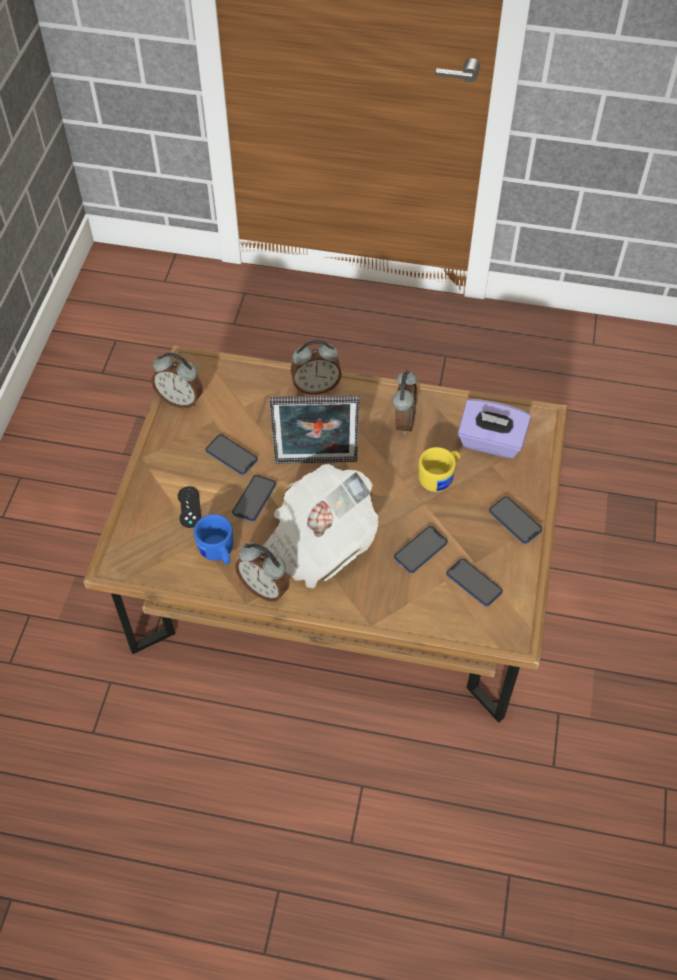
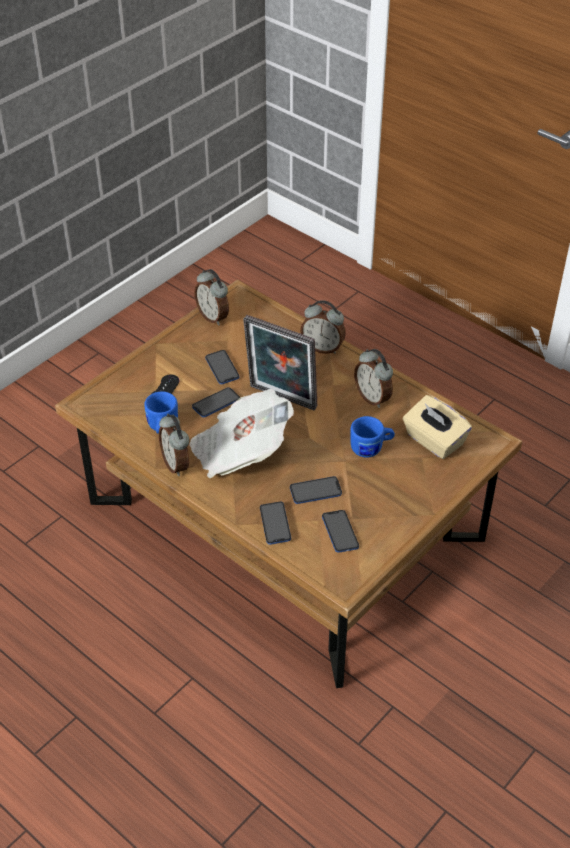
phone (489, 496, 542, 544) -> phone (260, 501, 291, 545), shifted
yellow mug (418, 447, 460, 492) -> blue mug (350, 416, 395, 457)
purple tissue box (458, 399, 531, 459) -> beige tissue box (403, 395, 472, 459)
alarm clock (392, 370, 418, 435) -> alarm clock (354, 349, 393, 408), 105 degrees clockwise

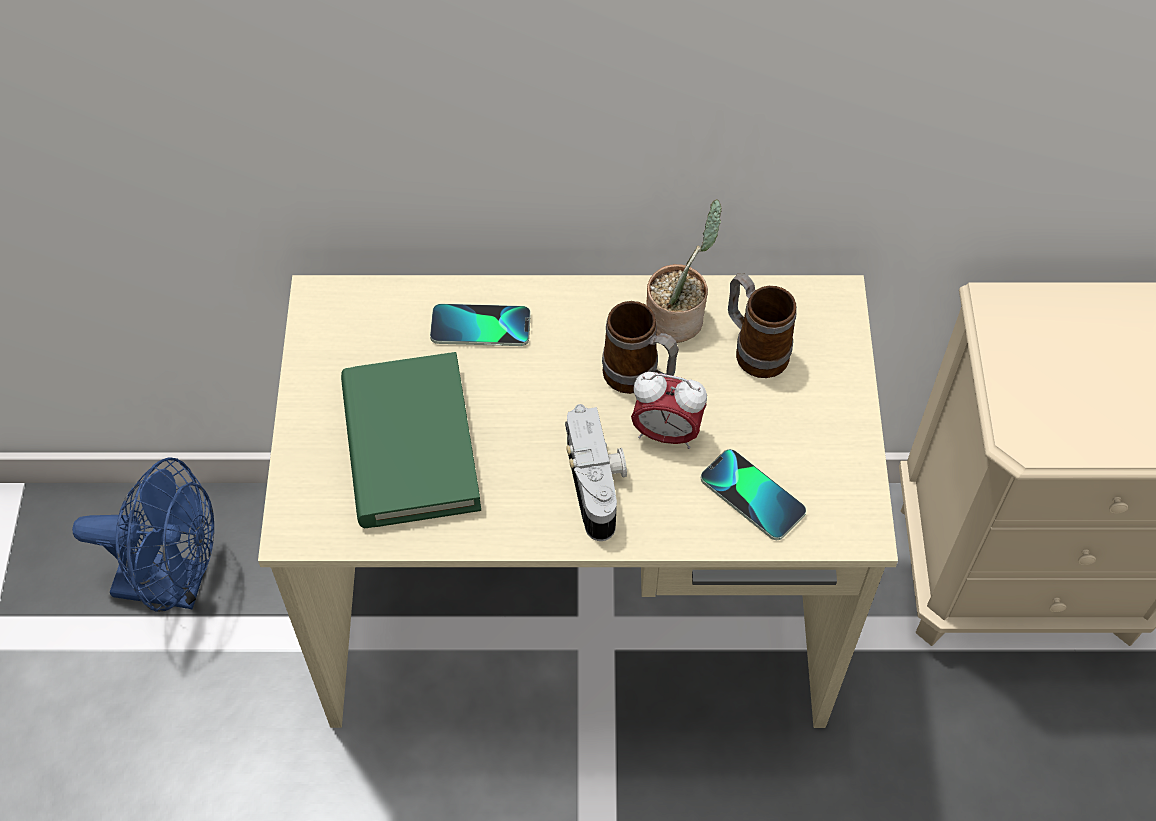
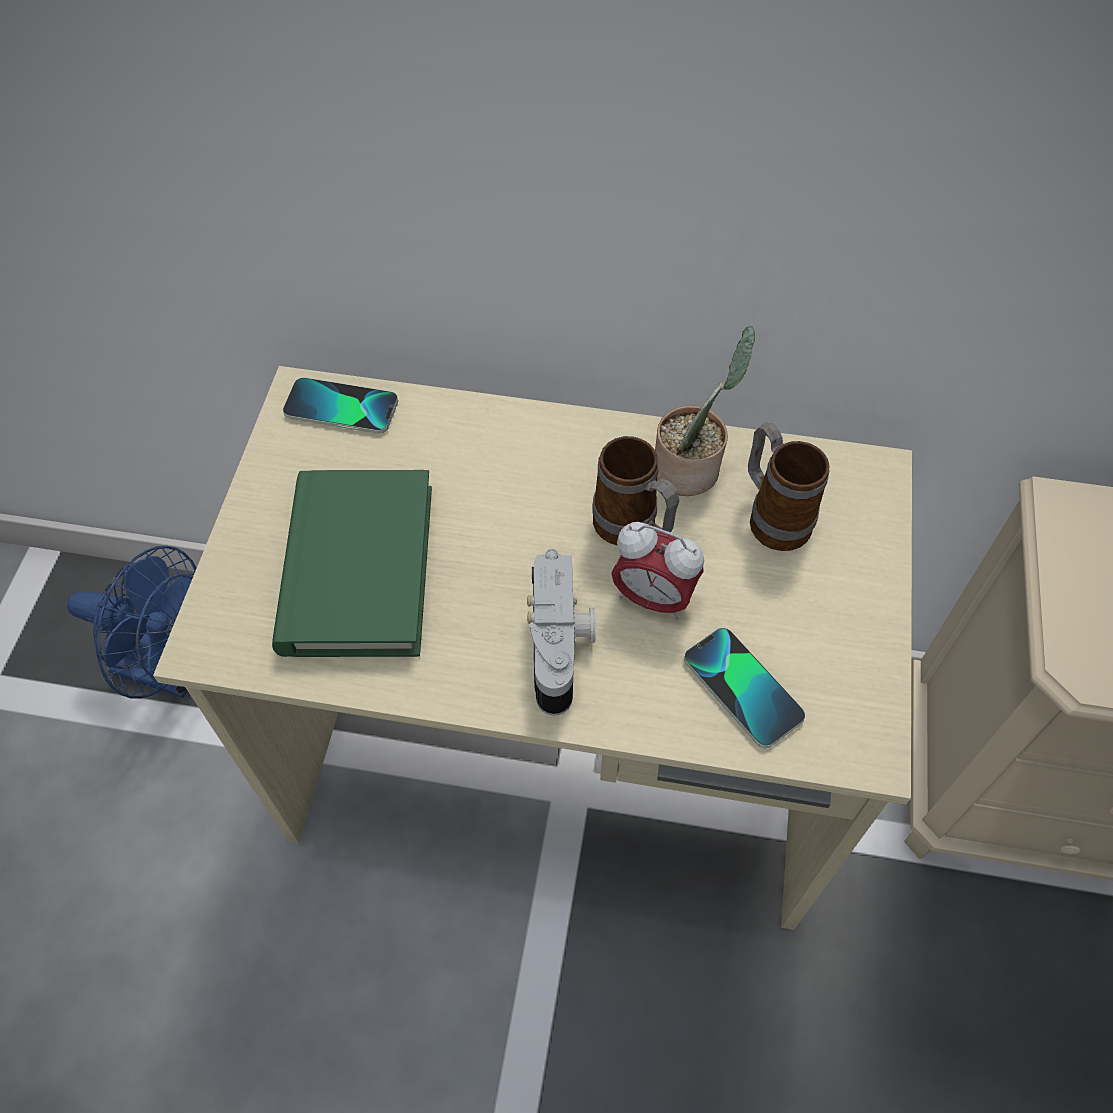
phone (430, 304, 531, 346) -> phone (283, 377, 398, 434), shifted

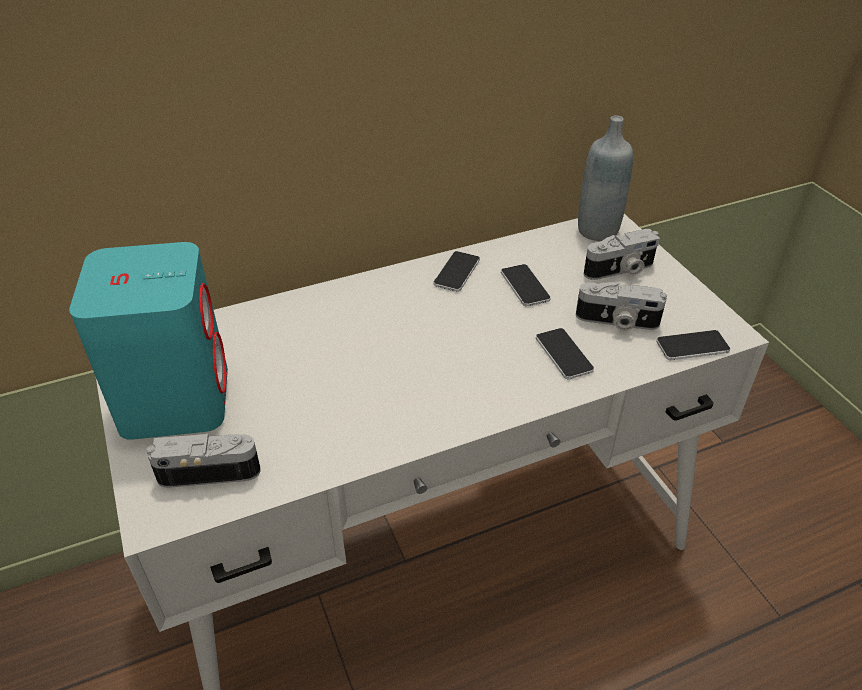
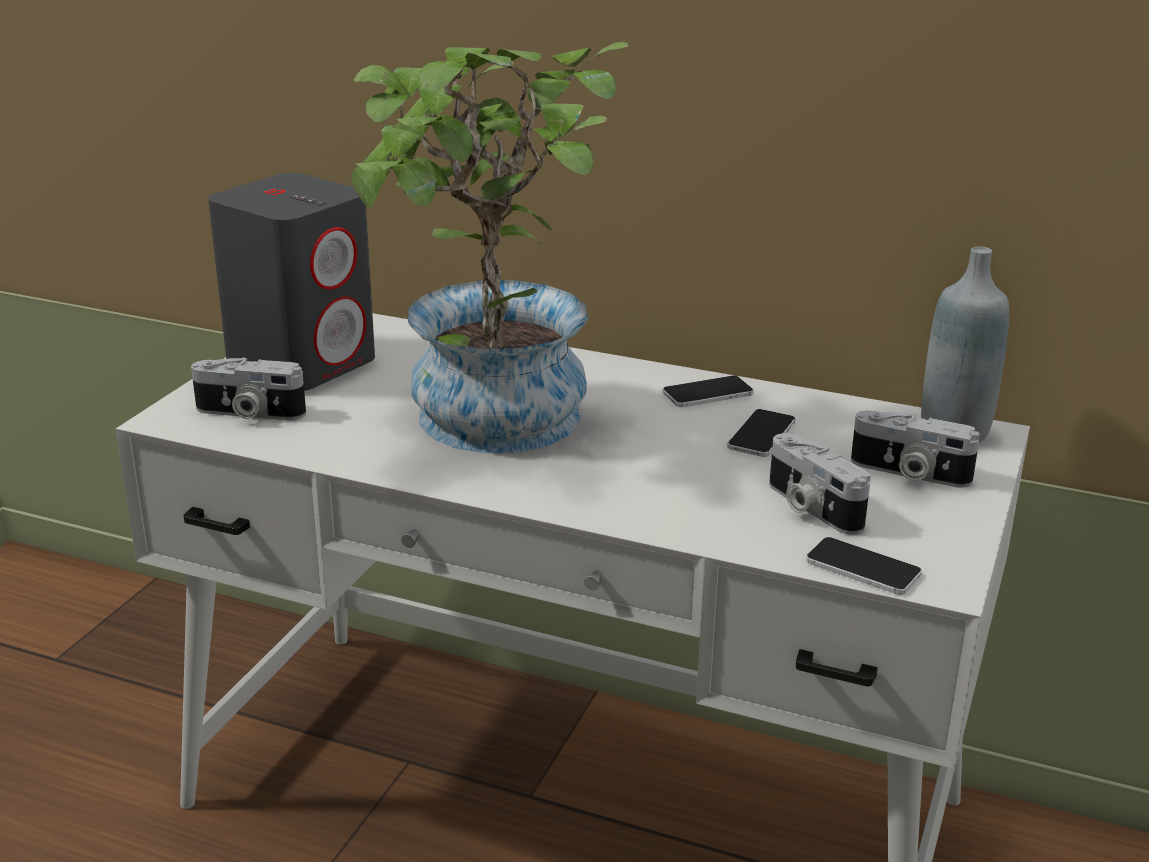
phone (536, 328, 594, 379) -> none
none -> potted plant (351, 42, 628, 453)
turquoise speaker (69, 242, 228, 440) -> grey speaker (208, 173, 375, 391)
photo camera (146, 434, 261, 488) -> photo camera (191, 357, 306, 420), 150 degrees clockwise

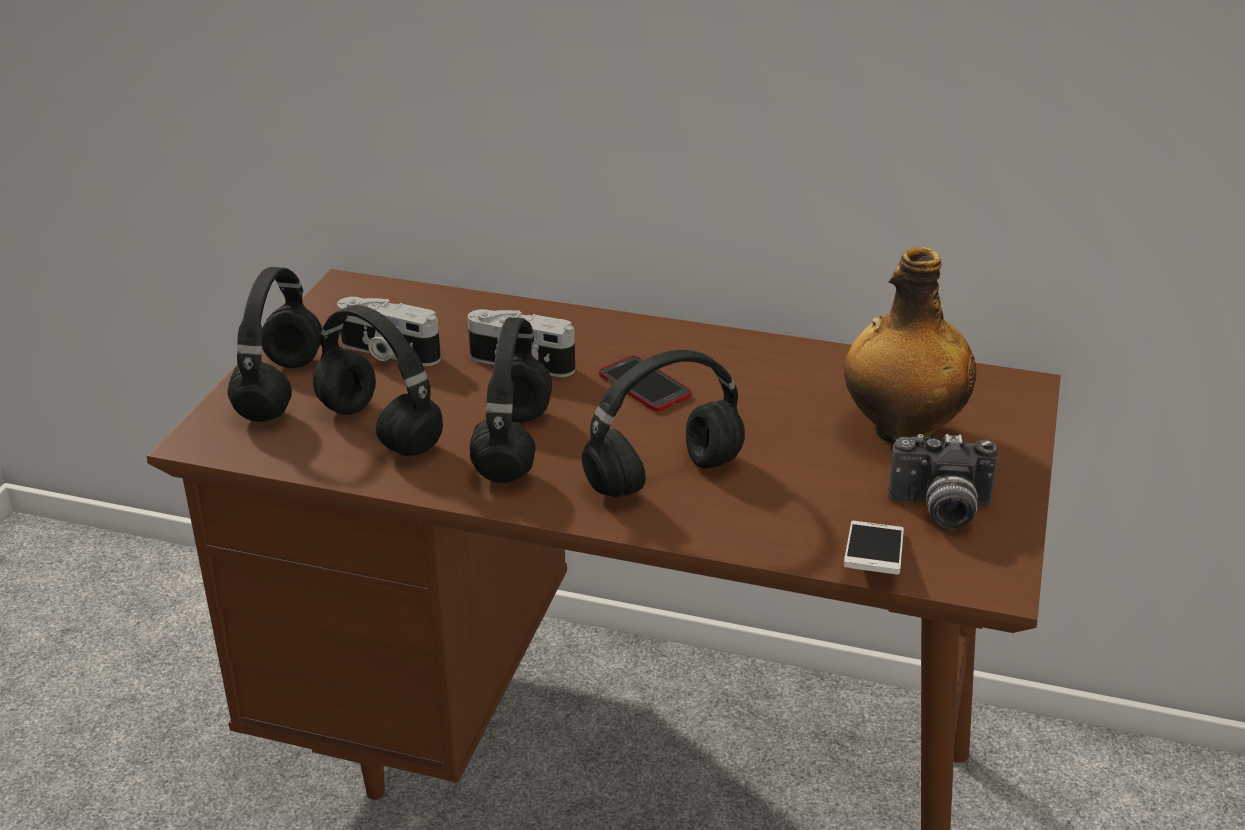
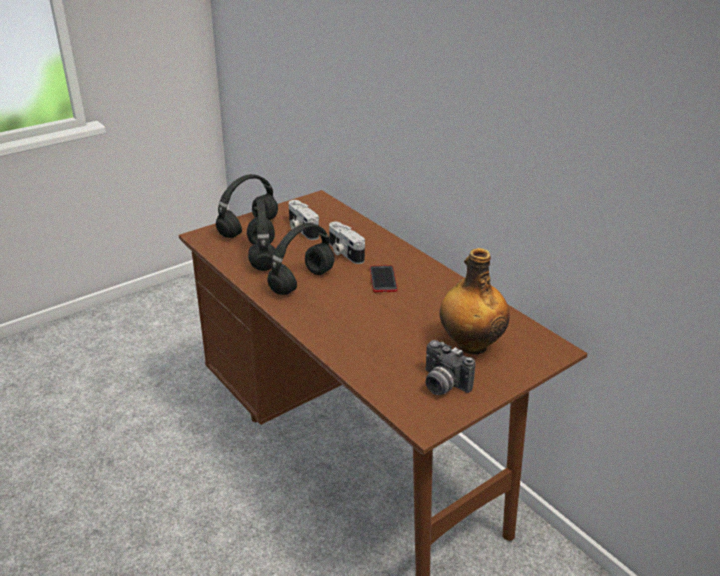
black headphones (582, 350, 745, 497) -> none
phone (844, 521, 904, 575) -> none

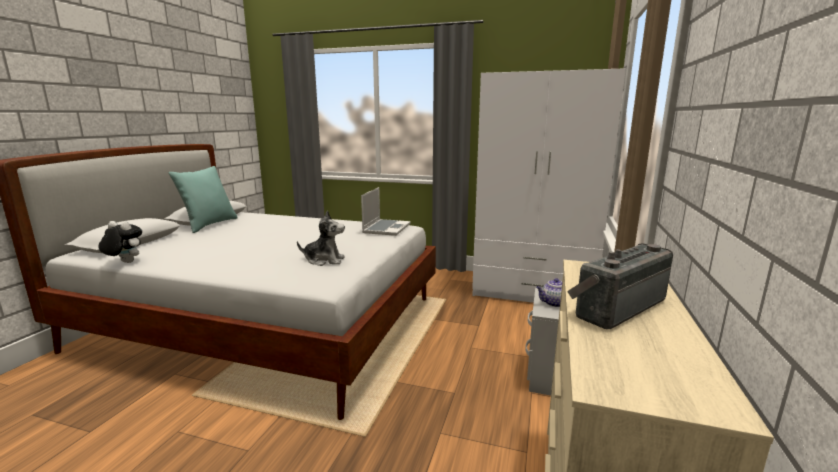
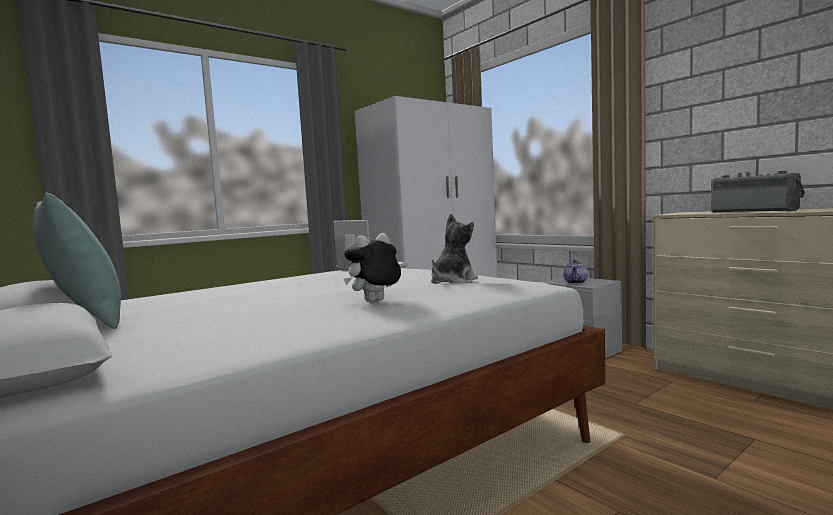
plush toy (98, 221, 142, 263) -> plush toy (344, 233, 401, 302), shifted
radio (567, 243, 673, 329) -> radio (711, 171, 805, 213), 150 degrees clockwise

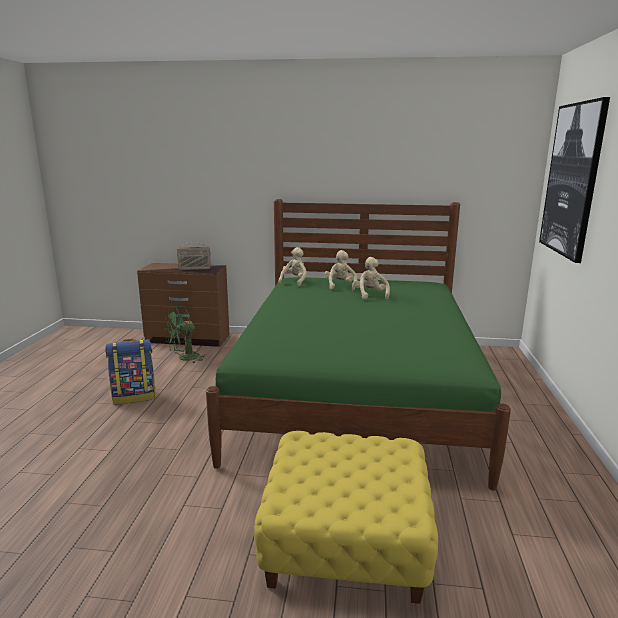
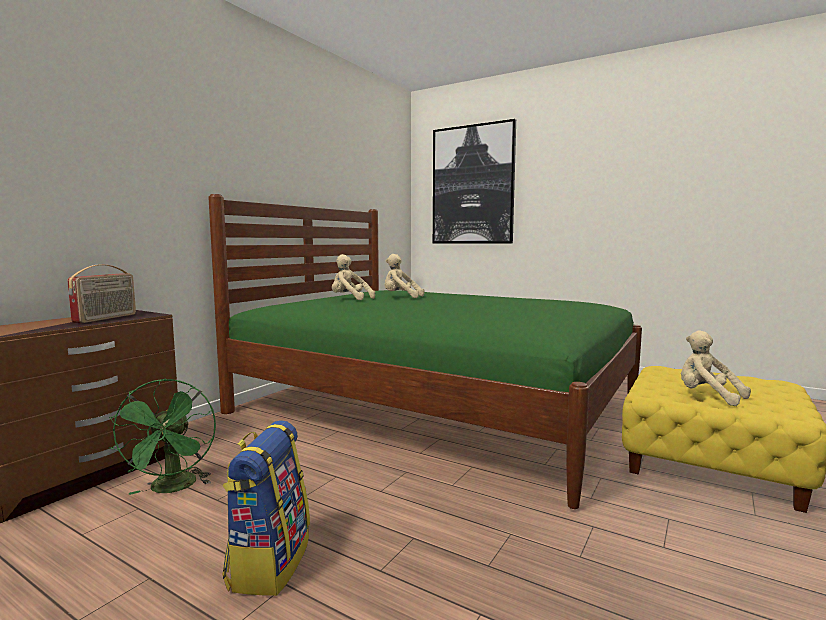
beige plush toy (278, 247, 307, 287) -> beige plush toy (681, 330, 751, 406), shifted

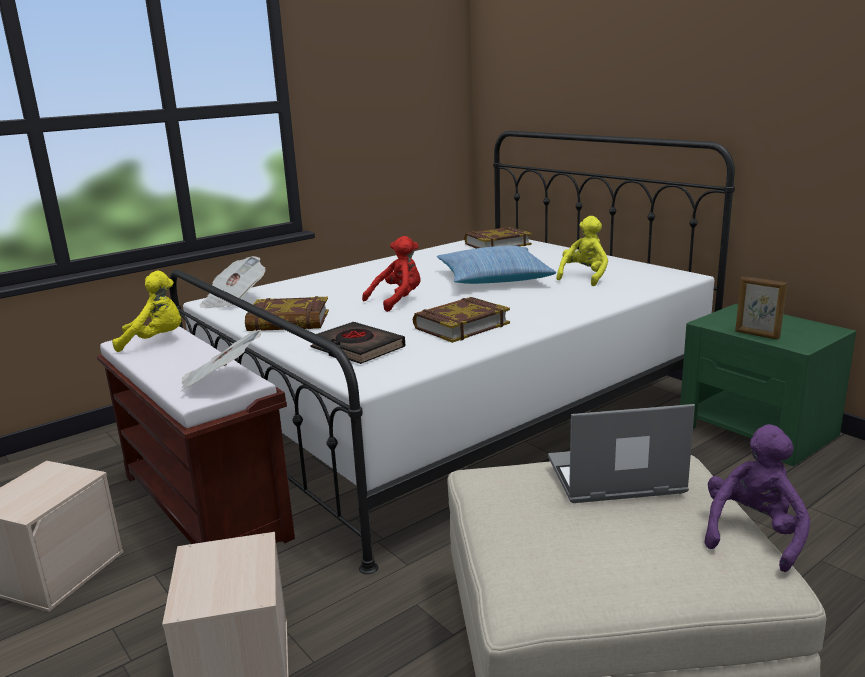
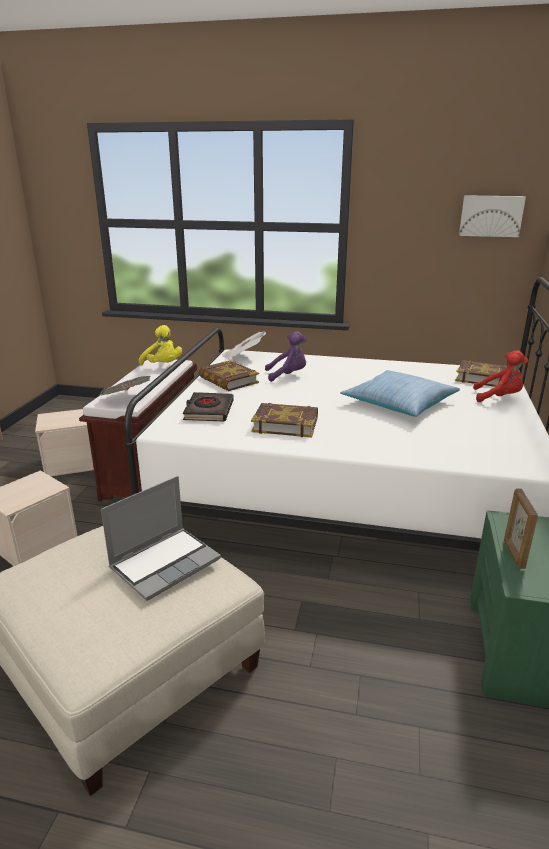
yellow plush toy (556, 216, 608, 286) -> none
none -> picture (459, 195, 526, 237)
red plush toy (362, 236, 421, 312) -> red plush toy (473, 350, 528, 402), shifted
purple plush toy (704, 424, 810, 572) -> purple plush toy (265, 331, 307, 382), shifted
laptop (548, 404, 695, 503) -> laptop (101, 476, 221, 601), 90 degrees clockwise

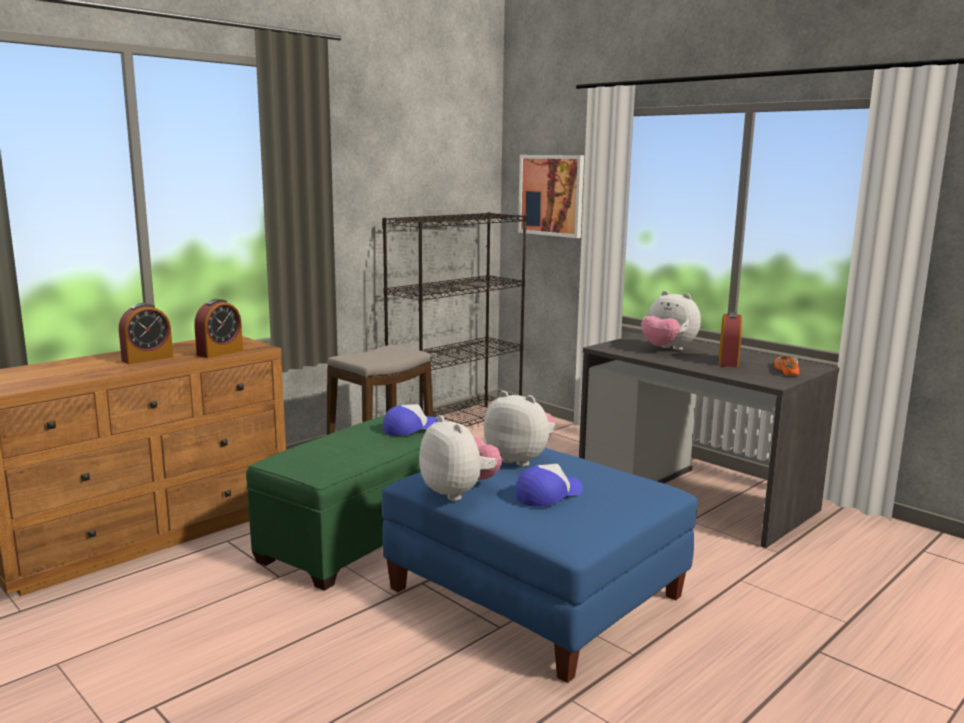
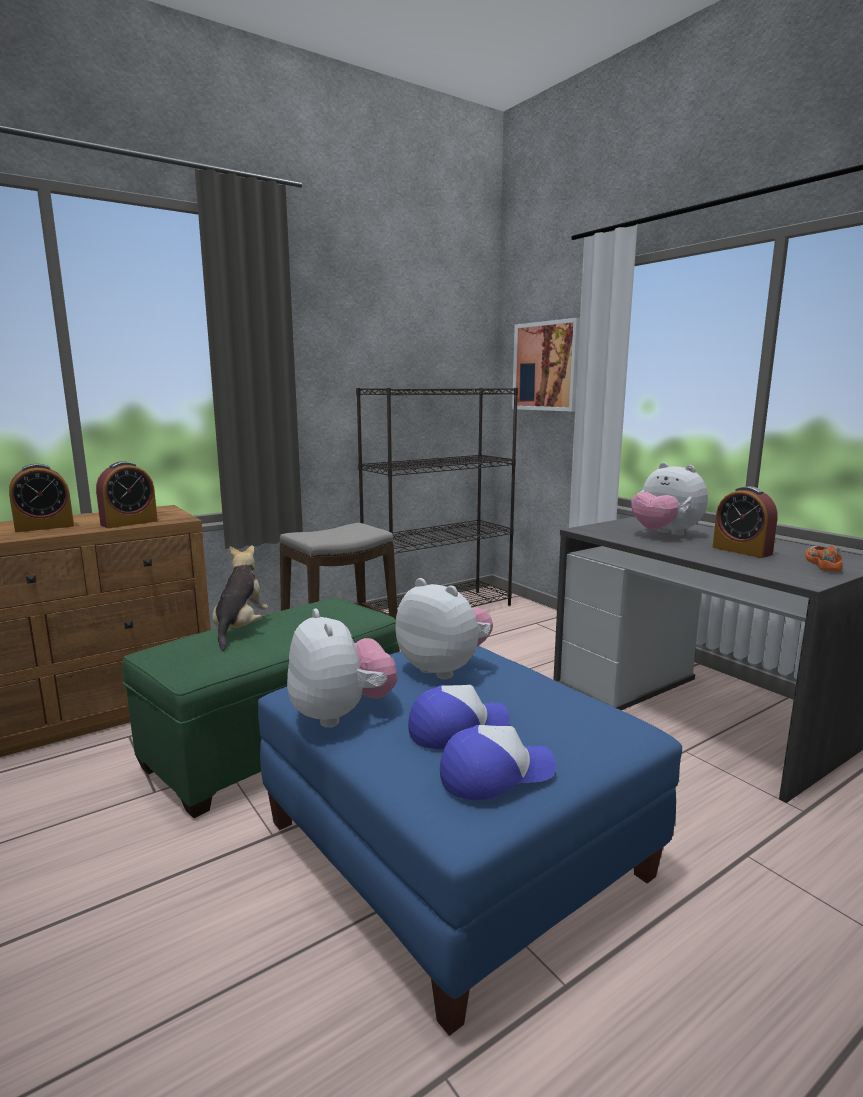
none -> plush toy (212, 545, 268, 651)
cap (383, 404, 437, 436) -> cap (440, 725, 556, 800), shifted
alarm clock (719, 312, 742, 367) -> alarm clock (712, 486, 778, 558), 120 degrees clockwise

